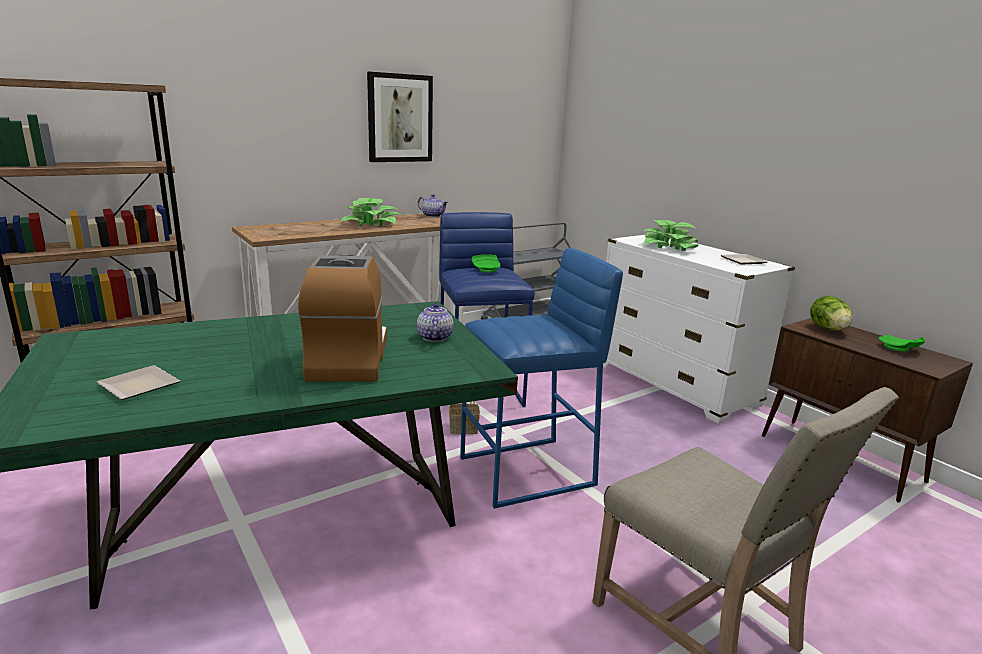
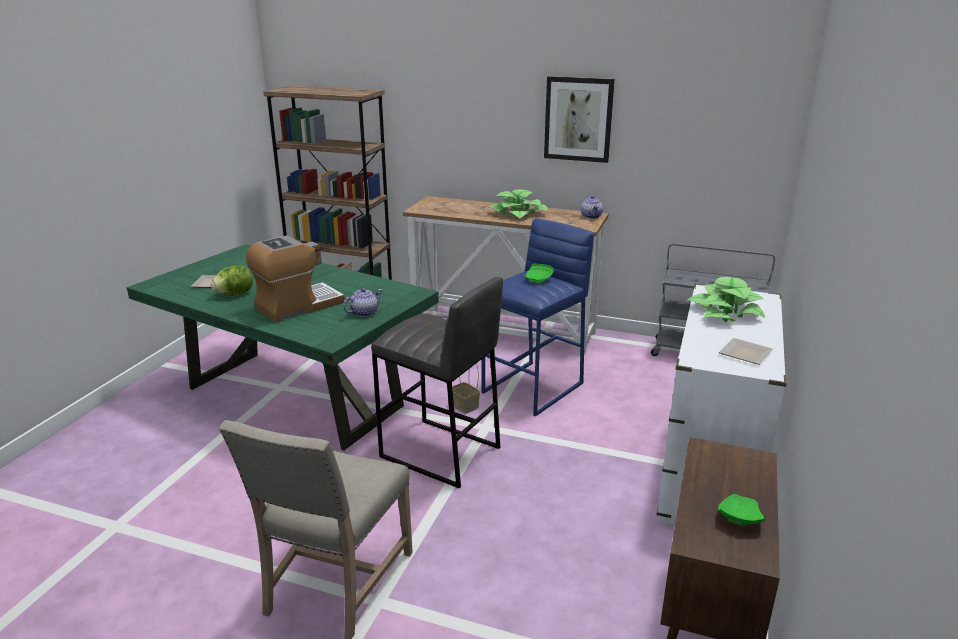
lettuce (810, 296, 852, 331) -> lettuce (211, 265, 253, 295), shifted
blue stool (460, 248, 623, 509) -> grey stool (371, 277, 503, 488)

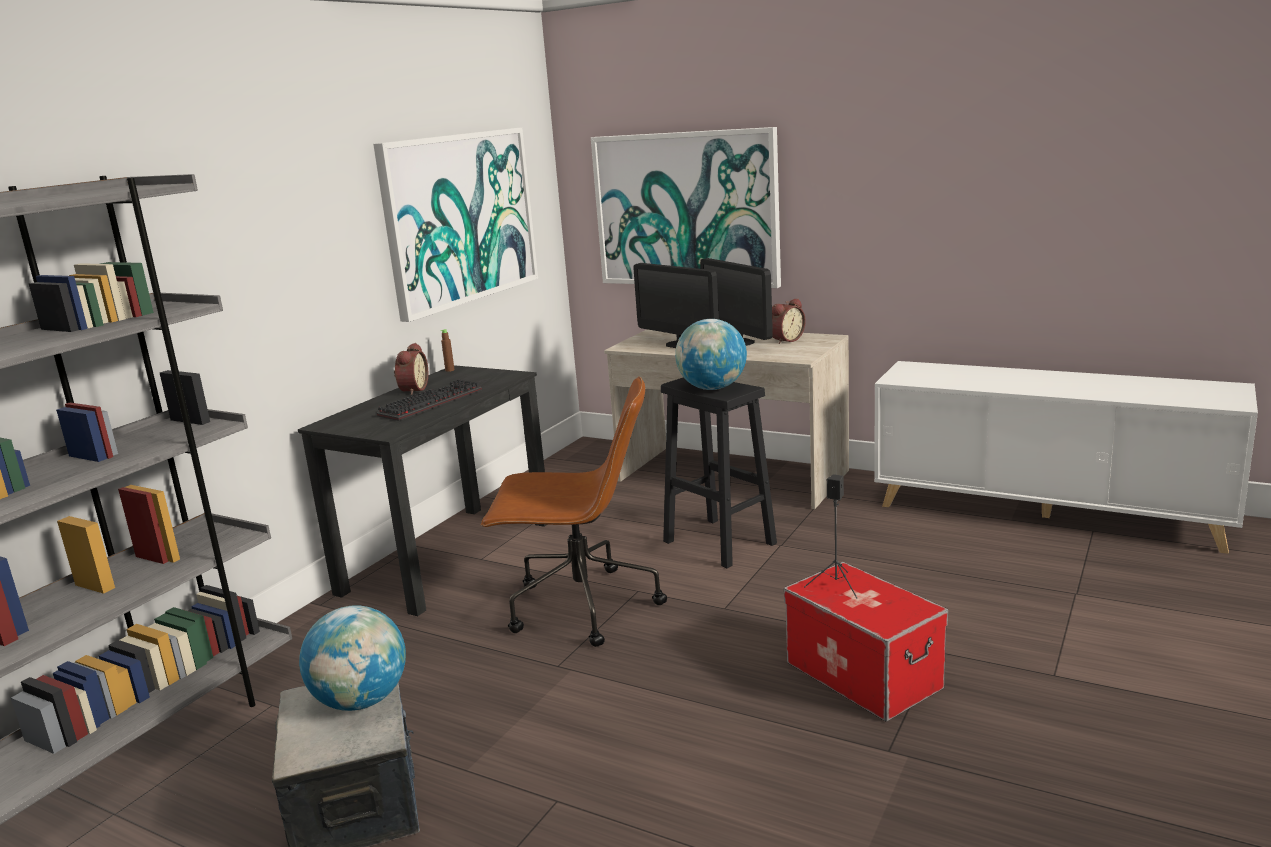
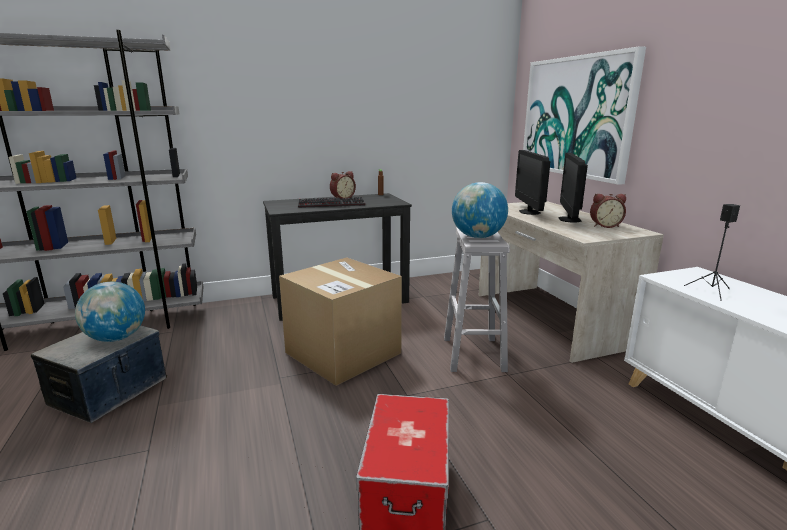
picture (373, 128, 538, 322) -> none
black speaker (804, 474, 858, 598) -> black speaker (684, 204, 740, 301), shifted
brown office chair (480, 376, 667, 647) -> cardboard box (279, 257, 402, 386)
black stool (661, 377, 777, 568) -> white stool (444, 228, 510, 372)

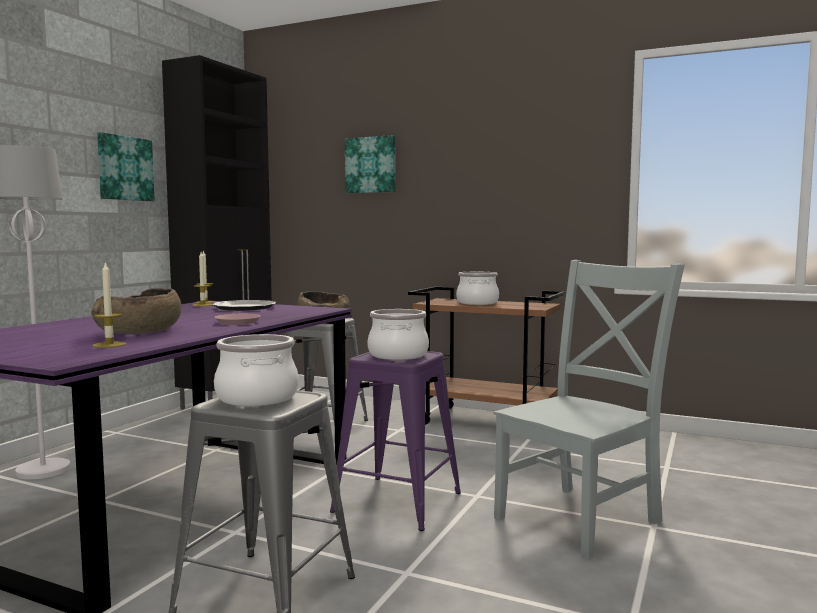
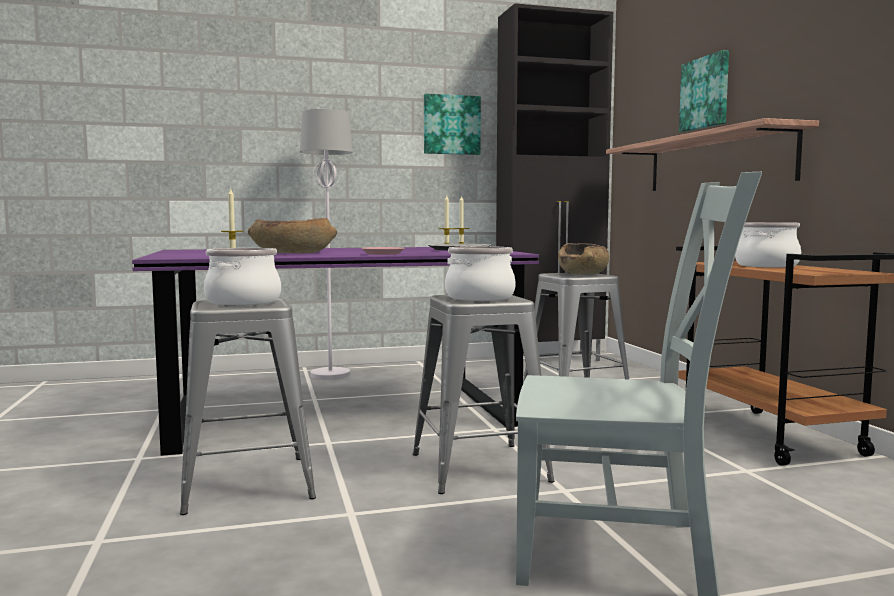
none -> shelf (606, 118, 819, 191)
purple stool (330, 351, 461, 531) -> grey stool (413, 295, 555, 494)

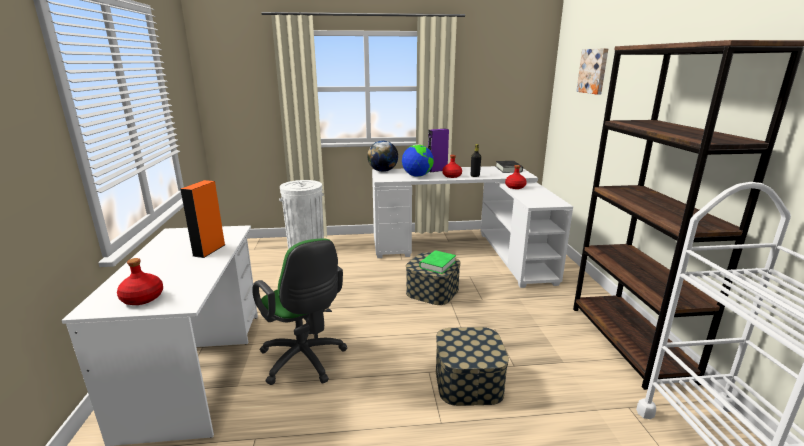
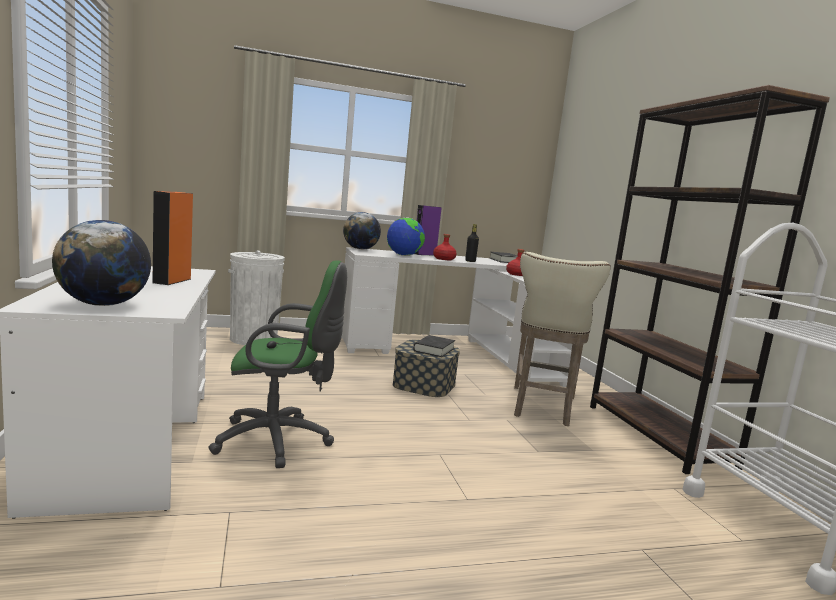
storage box (436, 327, 509, 406) -> none
picture (576, 48, 609, 95) -> none
none -> beige stool (514, 252, 611, 426)
red bottle (117, 258, 163, 305) -> globe (52, 220, 151, 306)
green book (420, 250, 456, 274) -> black book (413, 335, 455, 357)
green office chair (252, 238, 347, 385) -> green office chair (208, 260, 347, 468), 45 degrees counterclockwise

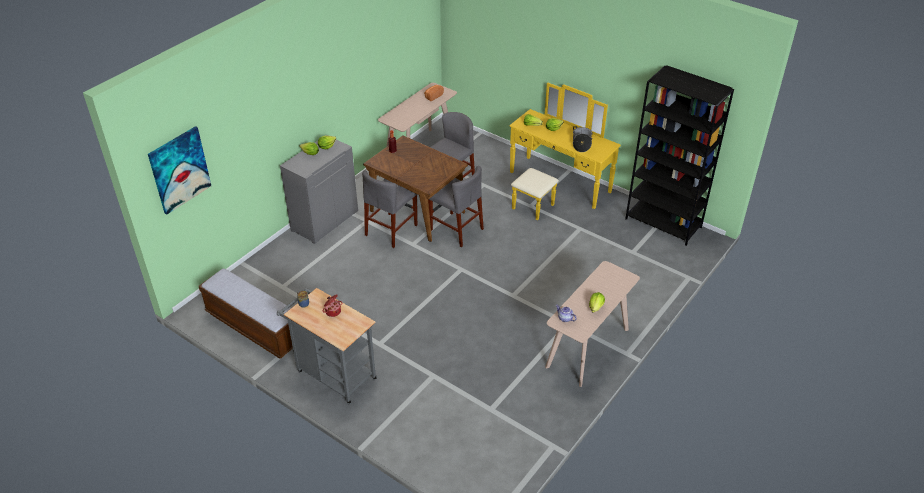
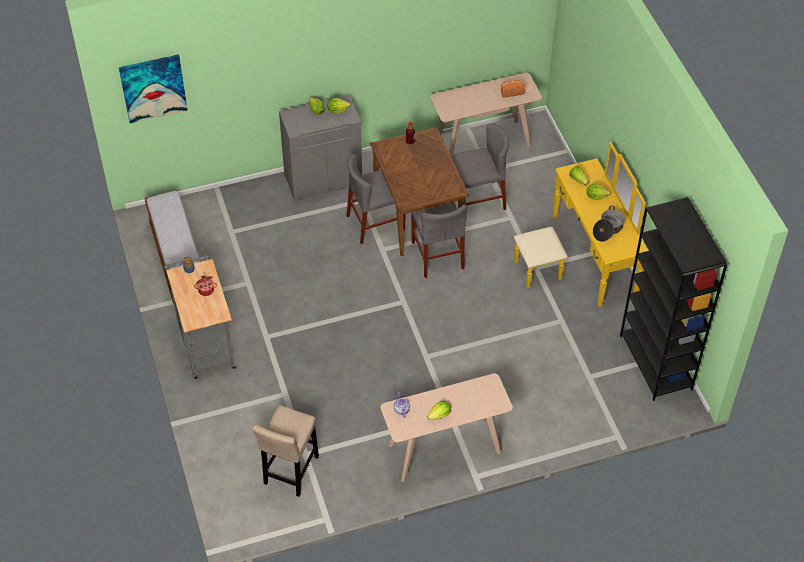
none -> beige stool (252, 405, 319, 497)

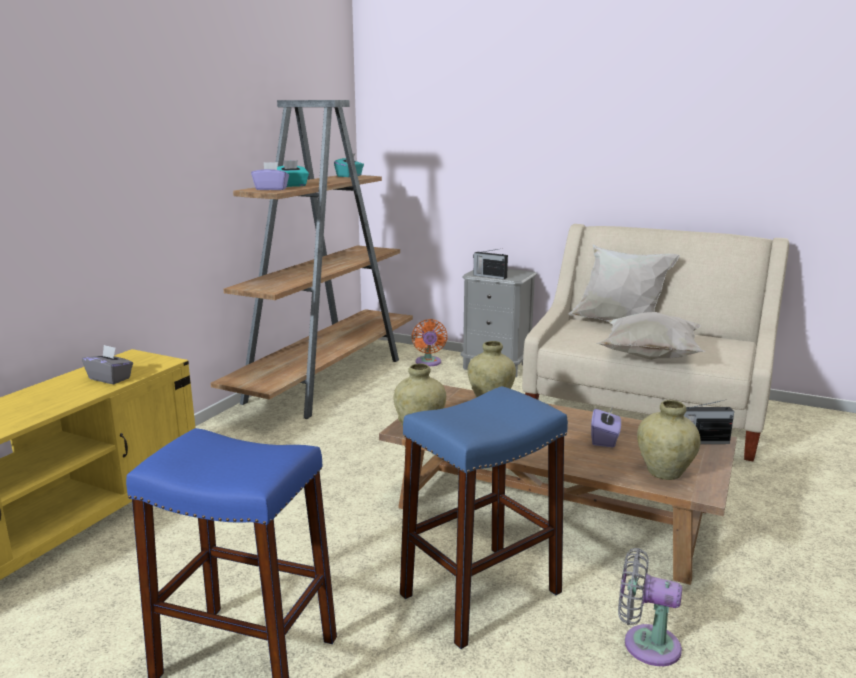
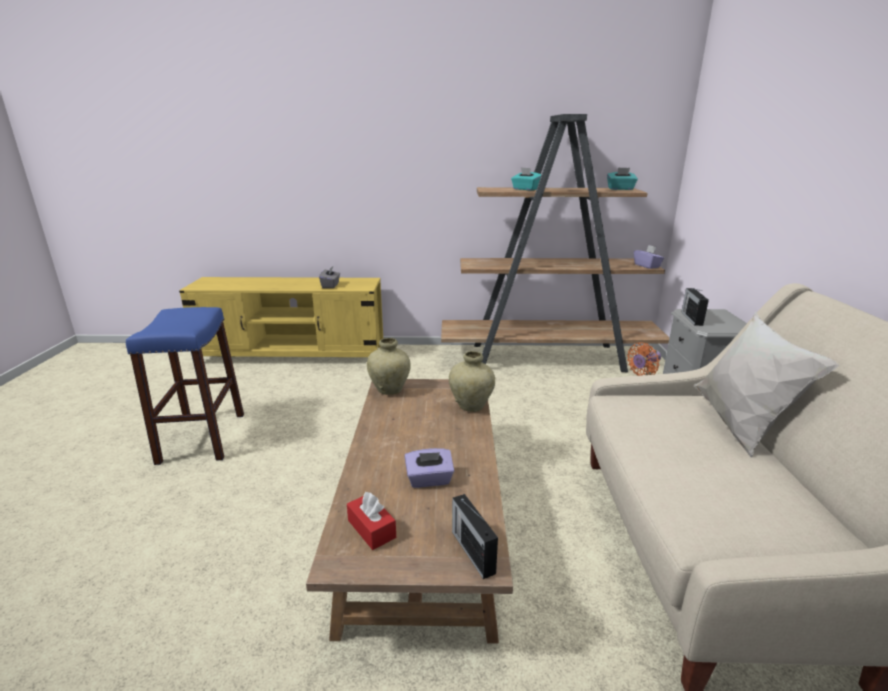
blue stool (400, 386, 568, 649) -> none
white pillow (596, 312, 706, 360) -> none
grey fan (618, 548, 682, 666) -> none
purple tissue box (251, 162, 289, 190) -> purple tissue box (634, 245, 664, 269), shifted
beige vase (637, 400, 700, 480) -> red tissue box (347, 492, 396, 550)

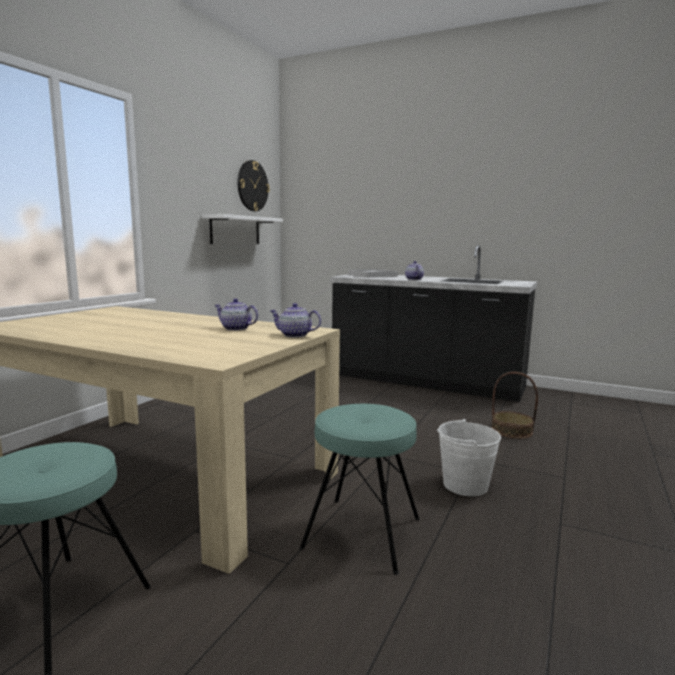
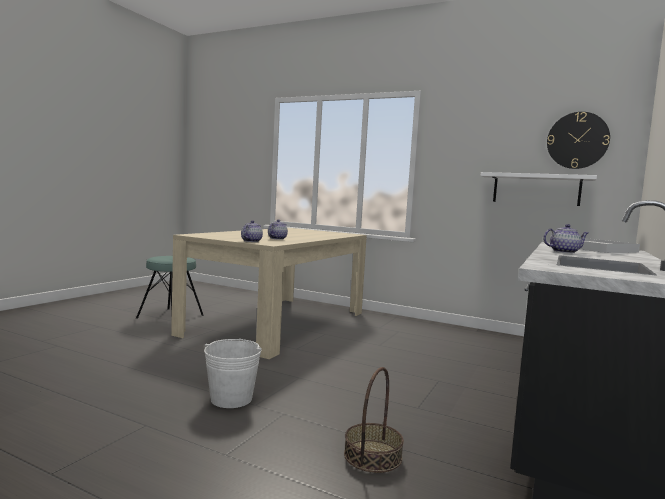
turquoise stool (299, 404, 419, 575) -> none

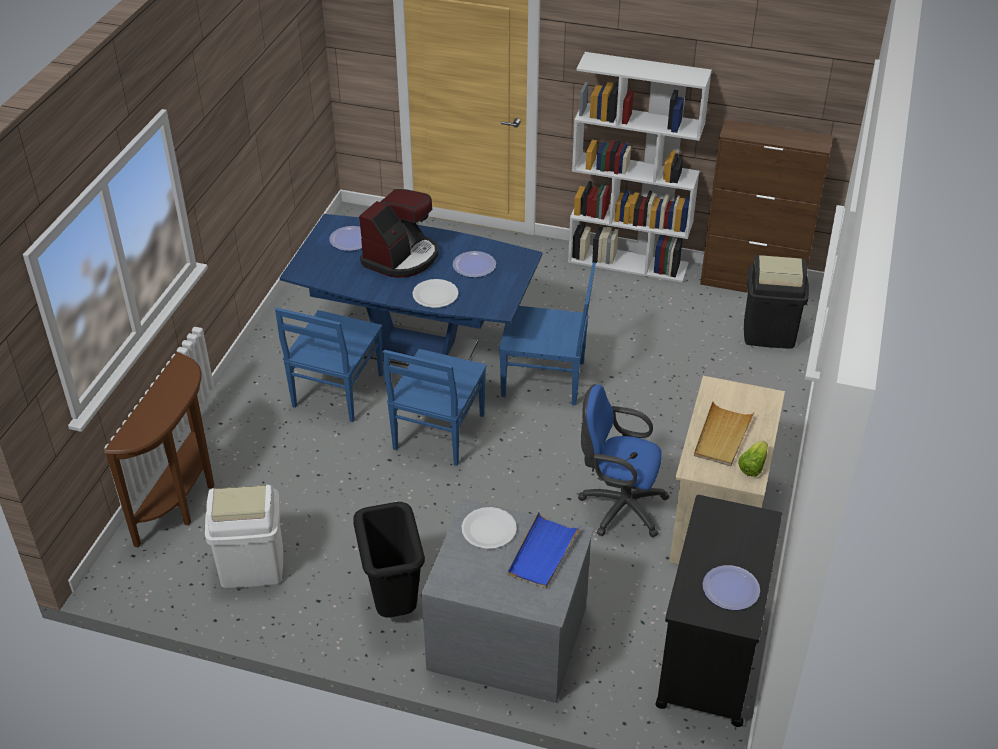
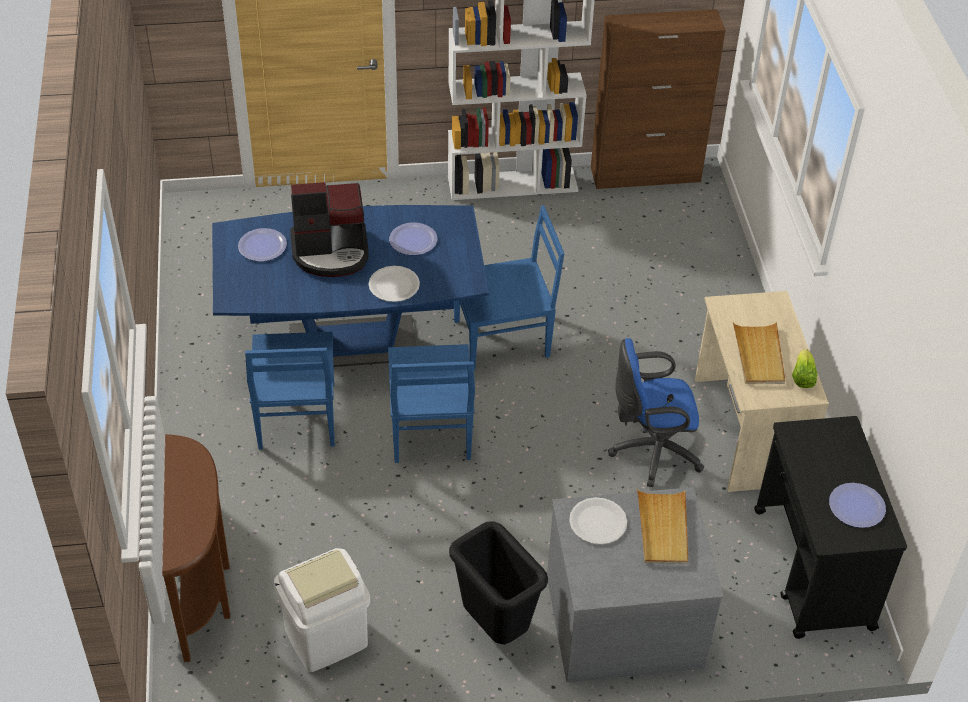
black trash can (744, 255, 809, 349) -> none
blue tray (508, 512, 581, 589) -> beige tray (637, 489, 688, 564)
coffee machine (359, 189, 438, 278) -> coffee machine (290, 182, 369, 277), 75 degrees clockwise

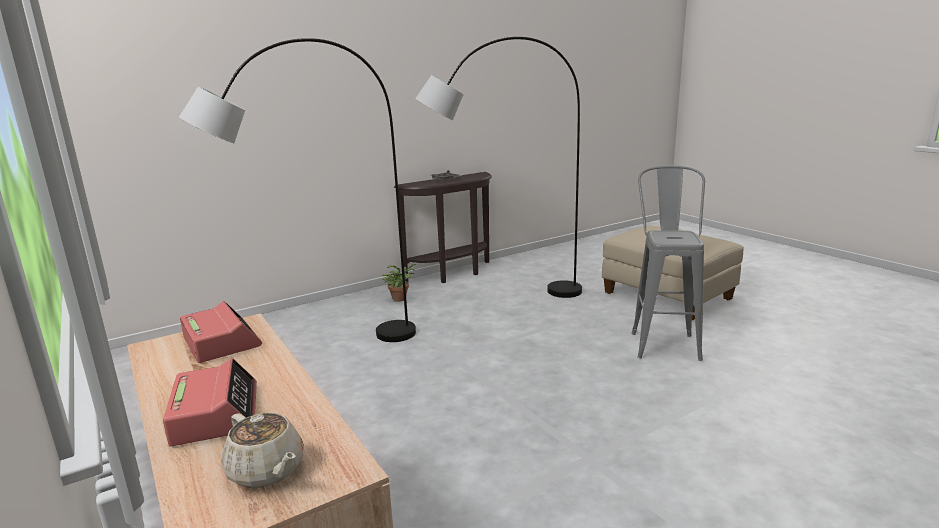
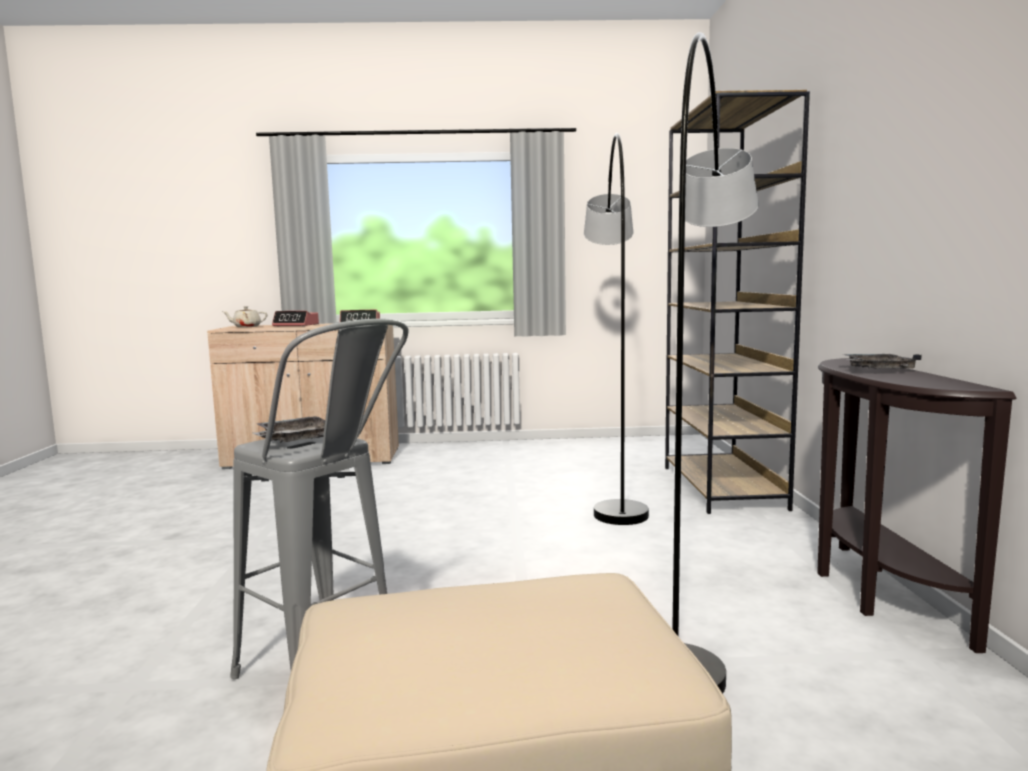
potted plant (382, 263, 418, 302) -> none
none -> grey tray (252, 416, 325, 443)
none -> brown bookcase (665, 90, 810, 514)

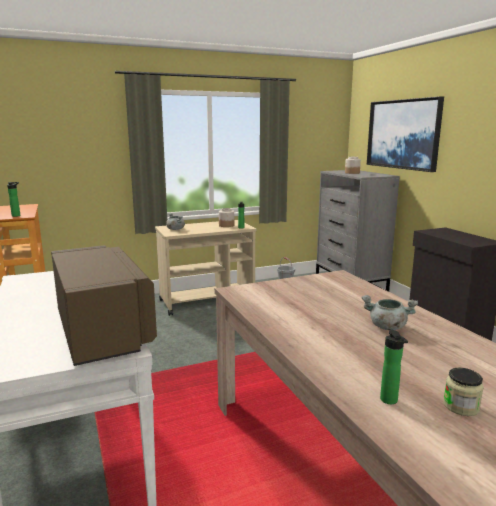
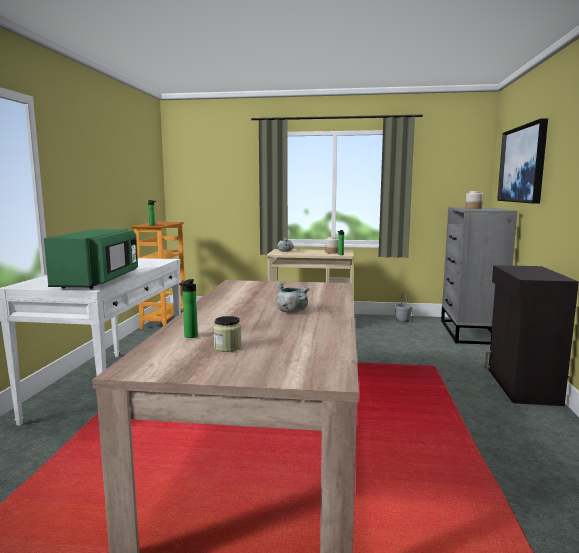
brown microwave (51, 245, 157, 366) -> green microwave (44, 229, 138, 289)

